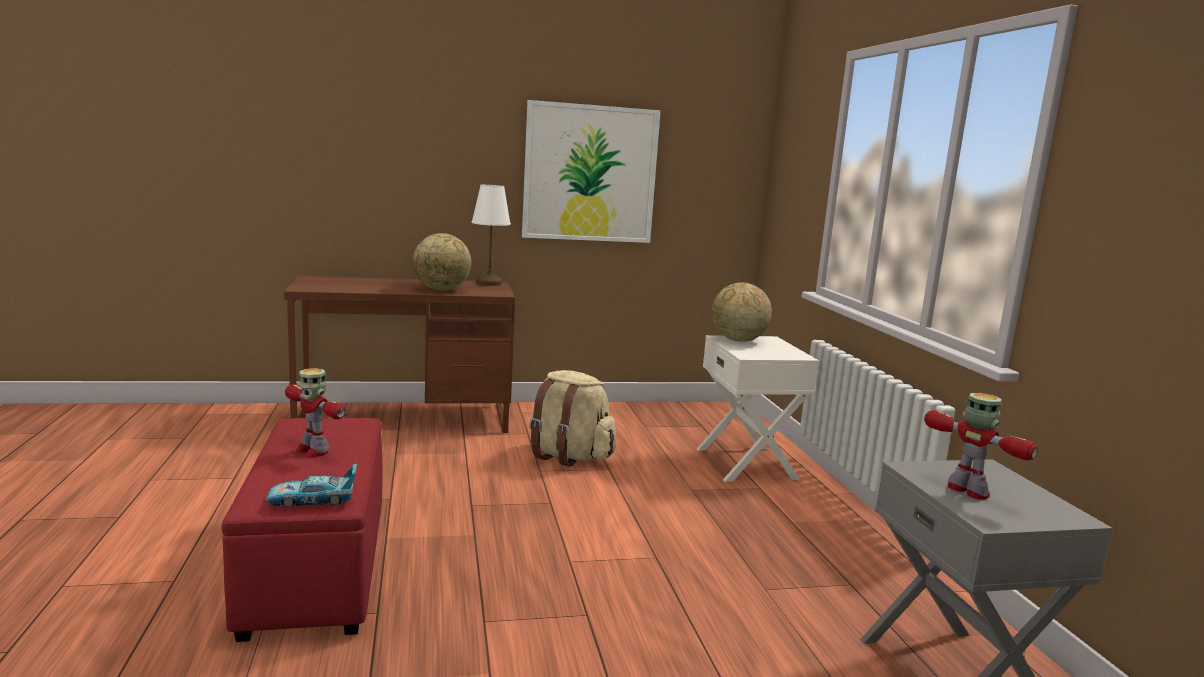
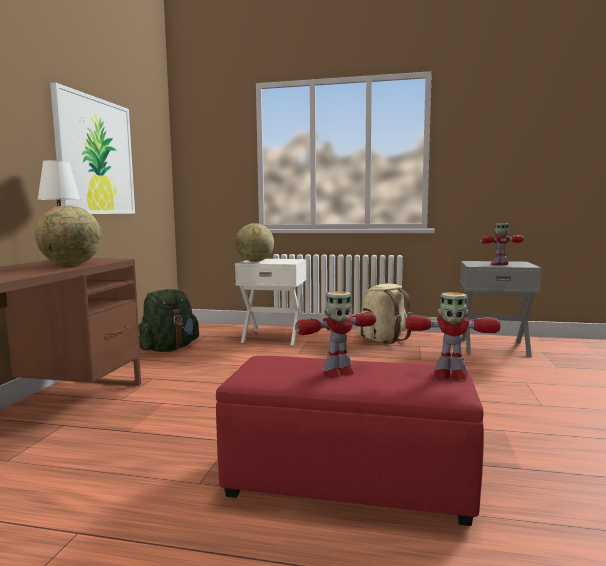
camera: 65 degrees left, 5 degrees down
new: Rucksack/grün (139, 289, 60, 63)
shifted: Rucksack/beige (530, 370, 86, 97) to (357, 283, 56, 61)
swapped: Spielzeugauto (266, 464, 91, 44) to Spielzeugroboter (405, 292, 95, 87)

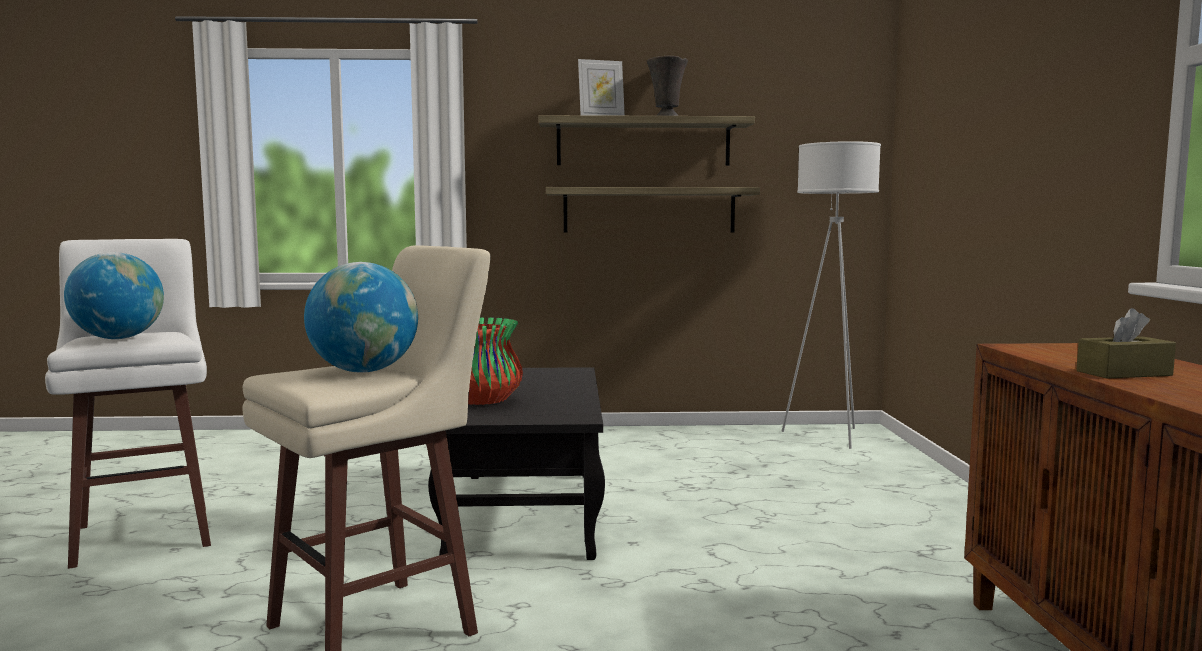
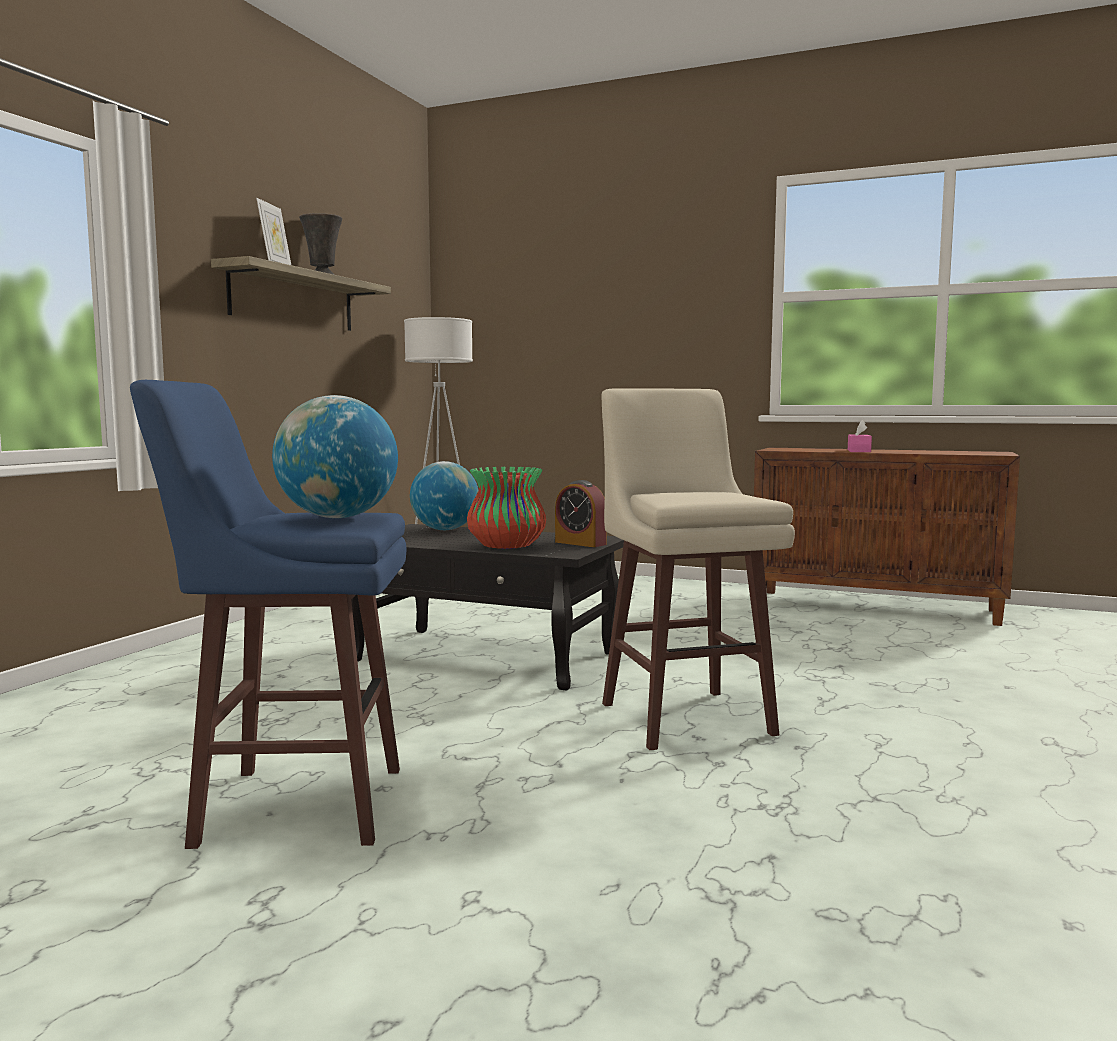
camera: 65 degrees left, 0 degrees up
gone: Wandregal (546, 187, 214, 46)
new: Wecker (555, 480, 52, 67)
shifted: Globus (304, 262, 114, 111) to (410, 461, 68, 69)
repainted: Hocker/weiß (45, 239, 166, 330) to Hocker/blau (130, 380, 276, 469); Taschentuchbox/braun (1076, 308, 100, 71) to Taschentuchbox/rosa (848, 420, 24, 32)

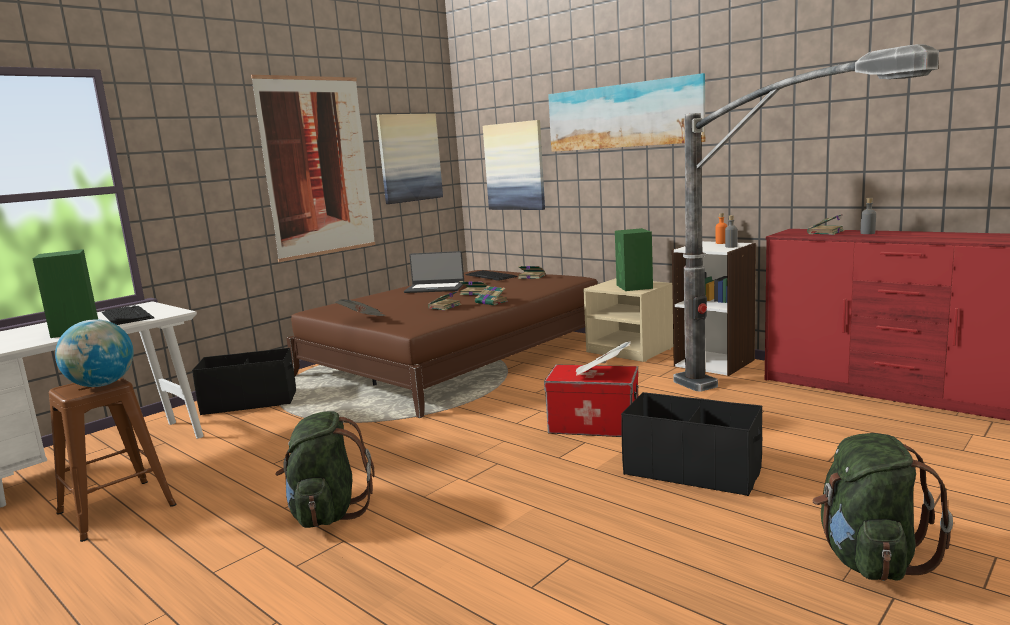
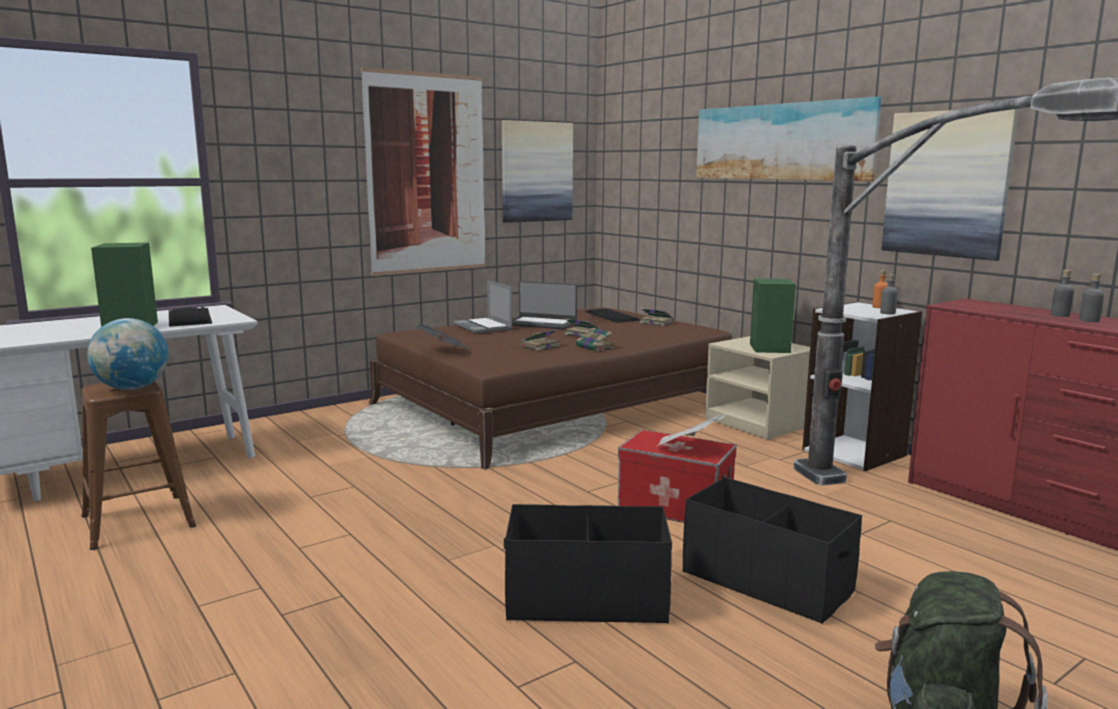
camera: 10 degrees right, 0 degrees up
gone: Buch (807, 214, 37, 21); Rucksack/grün (275, 411, 100, 117)
new: Flasche/grau (1079, 273, 25, 49); Laptop (454, 280, 59, 53)
shifted: Bild (483, 120, 62, 90) to (882, 109, 137, 152); Aufbewahrungsbox/schwarz (192, 348, 104, 67) to (504, 504, 168, 120)

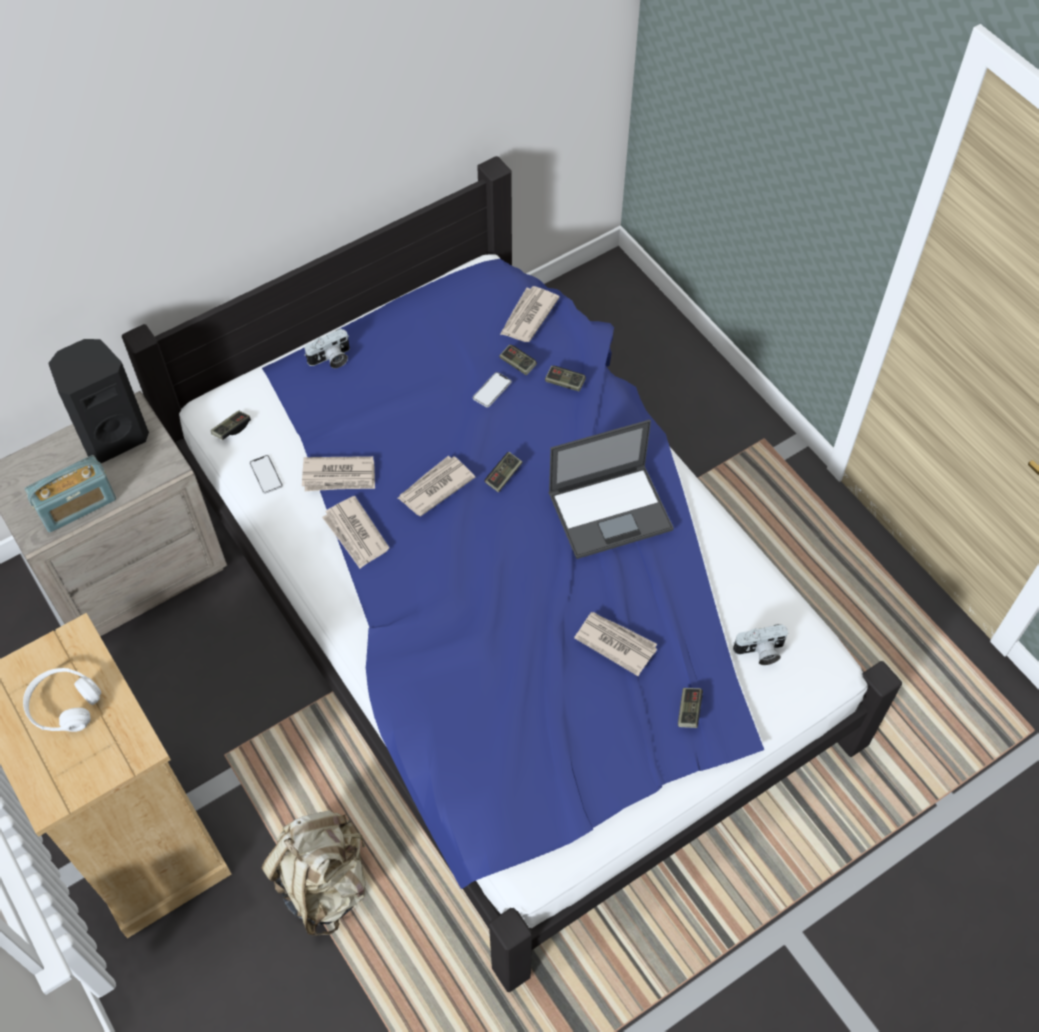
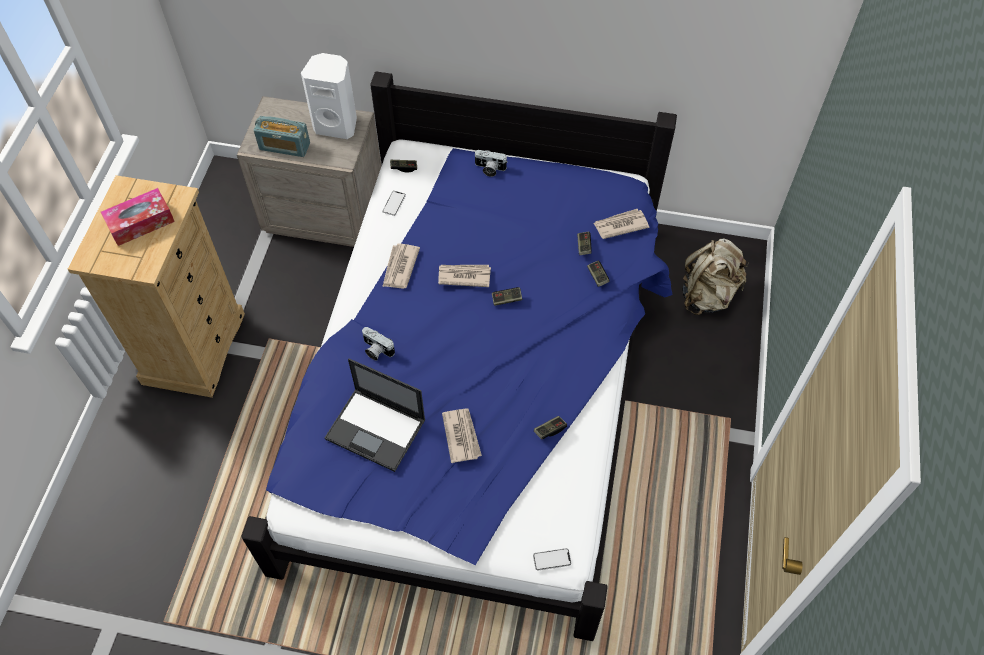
camera: 45 degrees right, 0 degrees up
gone: Zeitung (302, 456, 73, 35)
shifted: Handy (473, 372, 39, 35) to (533, 548, 38, 23); Laptop (548, 420, 126, 139) to (325, 359, 101, 113); Kamera (733, 624, 55, 41) to (362, 327, 33, 34); Gamepad (678, 688, 25, 40) to (534, 416, 33, 23); Rucksack/beige (262, 810, 104, 126) to (682, 239, 67, 76)
swapped: Kopfhörer/weiß (23, 668, 78, 64) to Taschentuchbox (101, 188, 74, 58)
repainted: Lautsprecher/schwarz (48, 339, 101, 124) to Lautsprecher/weiß (301, 53, 56, 86)

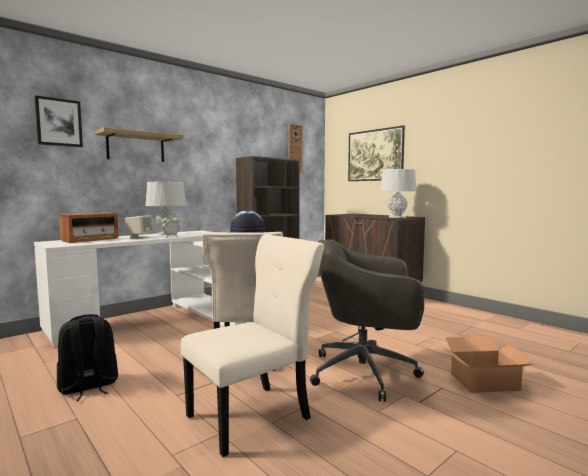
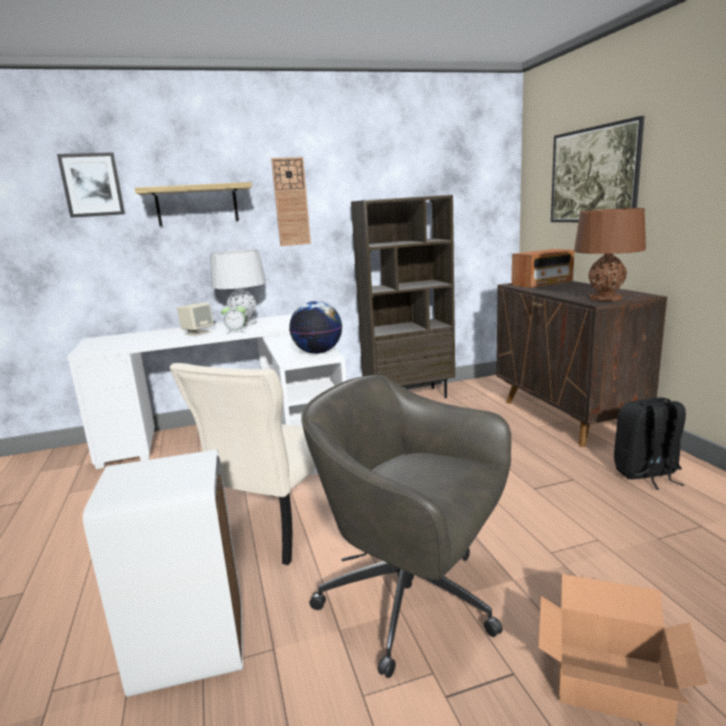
camera: 25 degrees right, 10 degrees up
shifted: Wanduhr (289, 124, 14, 49) to (271, 157, 40, 89); Radio (59, 213, 60, 30) to (511, 249, 63, 39); Rucksack/schwarz (57, 314, 61, 87) to (614, 397, 72, 93)
swapped: Stuhl/beige (181, 234, 143, 223) to Mülleimer/weiß (83, 449, 160, 248)
repainted: Tischlampe/grau (380, 169, 37, 49) to Tischlampe/braun (574, 208, 72, 93)

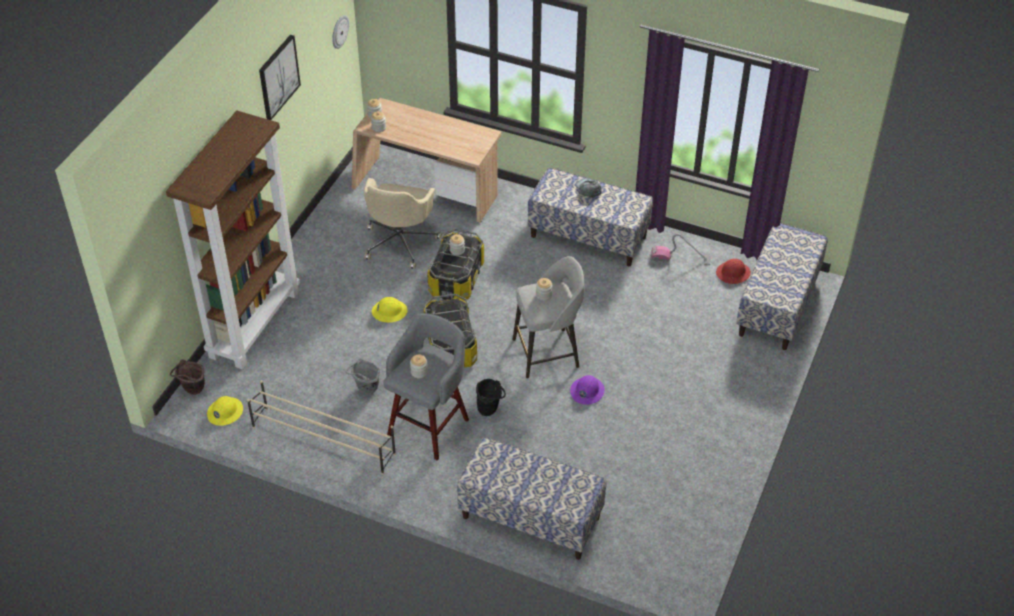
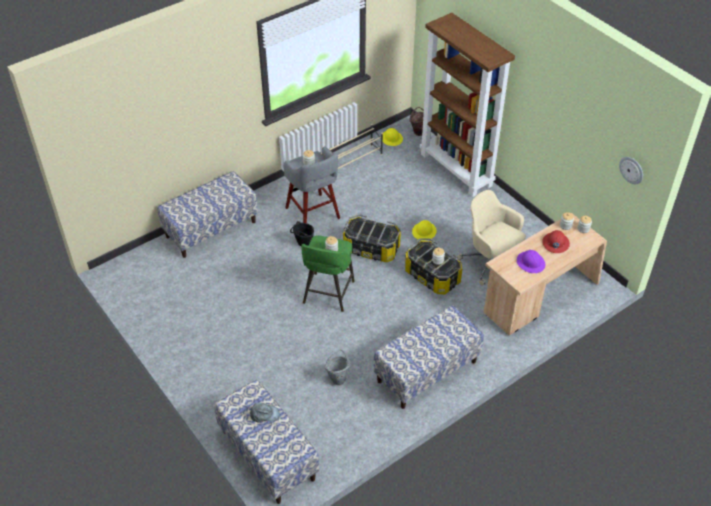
camera: 120 degrees right, 0 degrees up
gone: Bild (259, 35, 42, 85); Staubsauger (651, 234, 59, 31)
shifted: Kappe/grau (575, 178, 27, 20) to (250, 403, 30, 19); Schutzhelm/rot (716, 259, 35, 25) to (542, 230, 28, 23); Eimer/grau (346, 358, 34, 37) to (324, 350, 27, 36); Schutzhelm/lila (570, 375, 35, 30) to (517, 250, 28, 23)
repainted: Hocker/grau (512, 256, 73, 122) to Hocker/grün (302, 236, 53, 76)

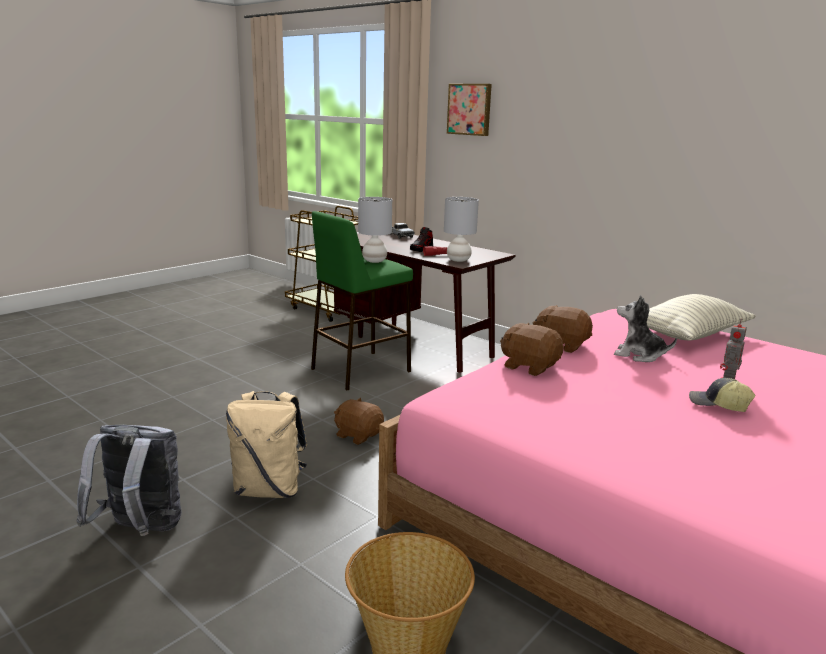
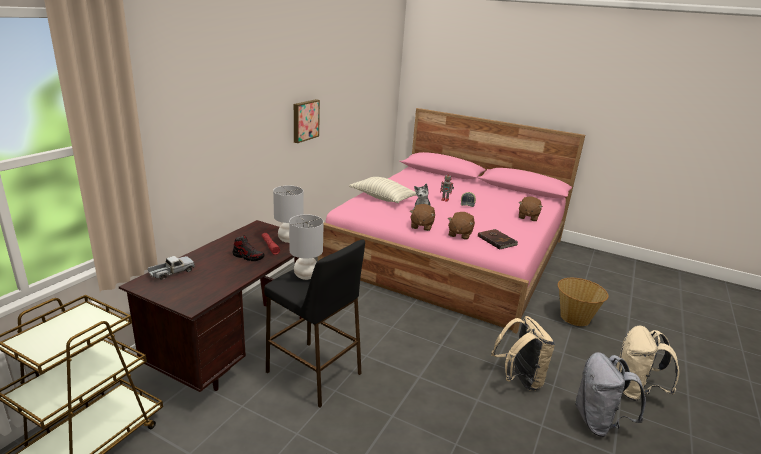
camera: 105 degrees left, 5 degrees up
new: Buch/braun (478, 229, 40, 21); Rucksack/beige (616, 326, 64, 75)
shifted: Bild (447, 84, 45, 52) to (294, 99, 26, 44); Plüschtier/braun (334, 398, 50, 47) to (519, 197, 24, 24)
repainted: Hocker/grün (311, 211, 102, 179) to Hocker/schwarz (264, 240, 101, 168)

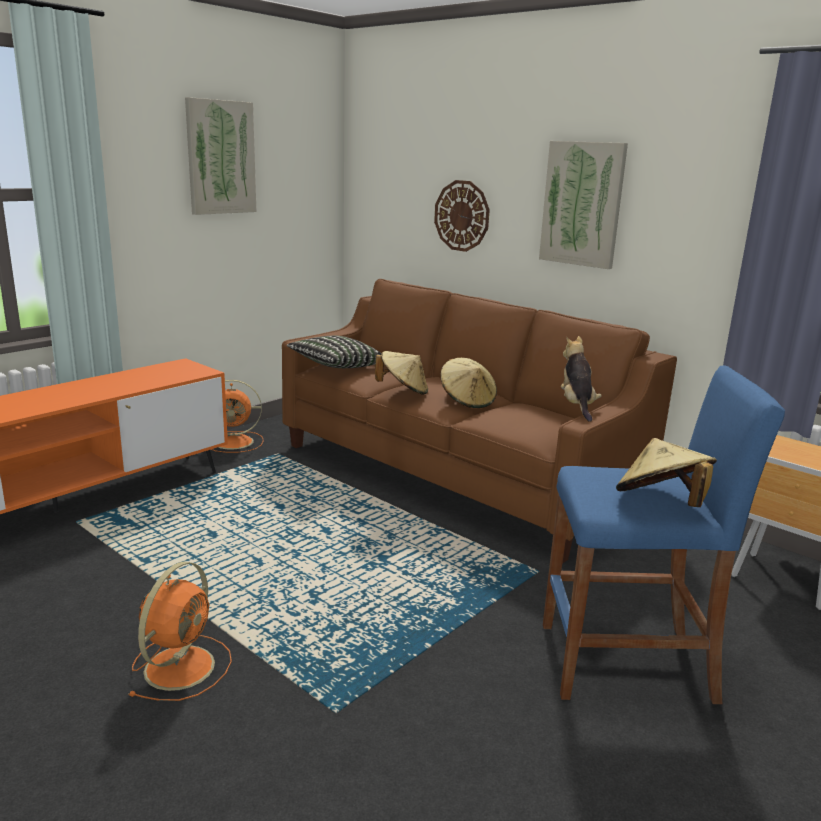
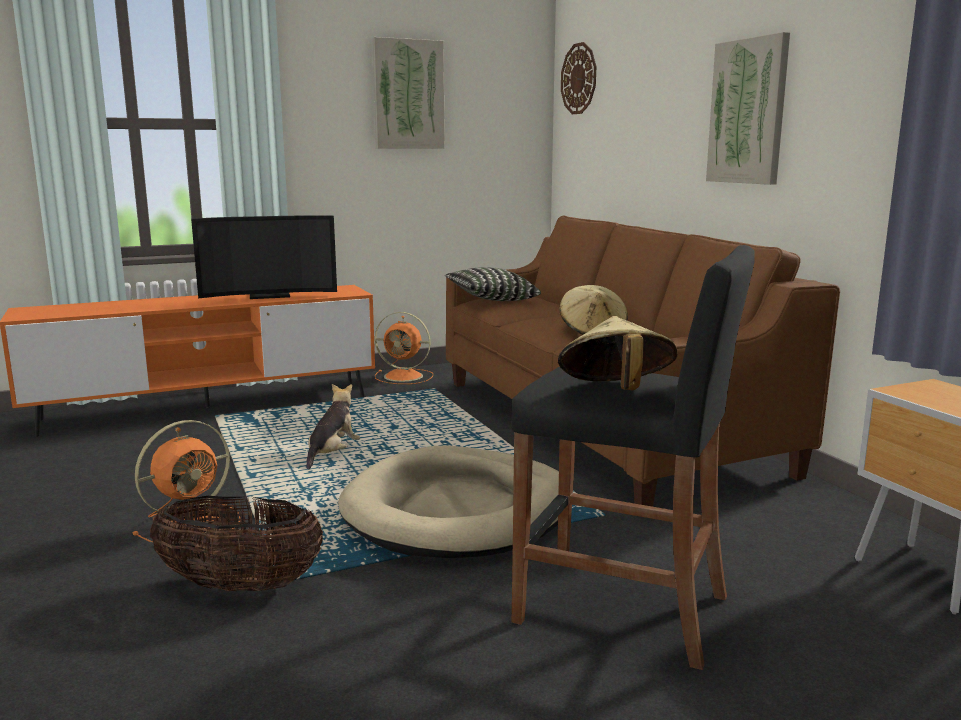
camera: 25 degrees right, 5 degrees down
gone: Hut/beige (375, 351, 53, 44)
new: Fernseher (191, 215, 146, 84); Hundebett/beige (338, 445, 221, 113); Korb (150, 496, 173, 95)
shifted: Wanduhr (434, 180, 56, 72) to (561, 42, 35, 72); Plüschtier (561, 336, 41, 86) to (306, 384, 54, 85)
repainted: Hocker/blau (543, 365, 242, 339) to Hocker/schwarz (511, 245, 244, 425)

